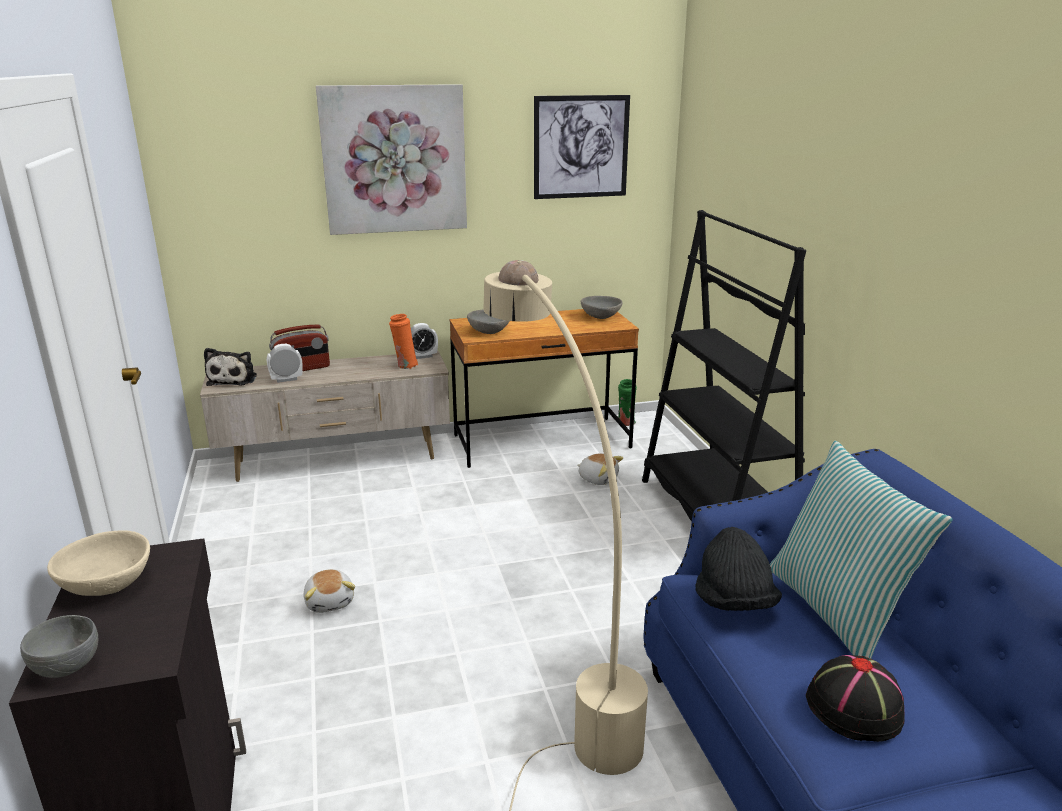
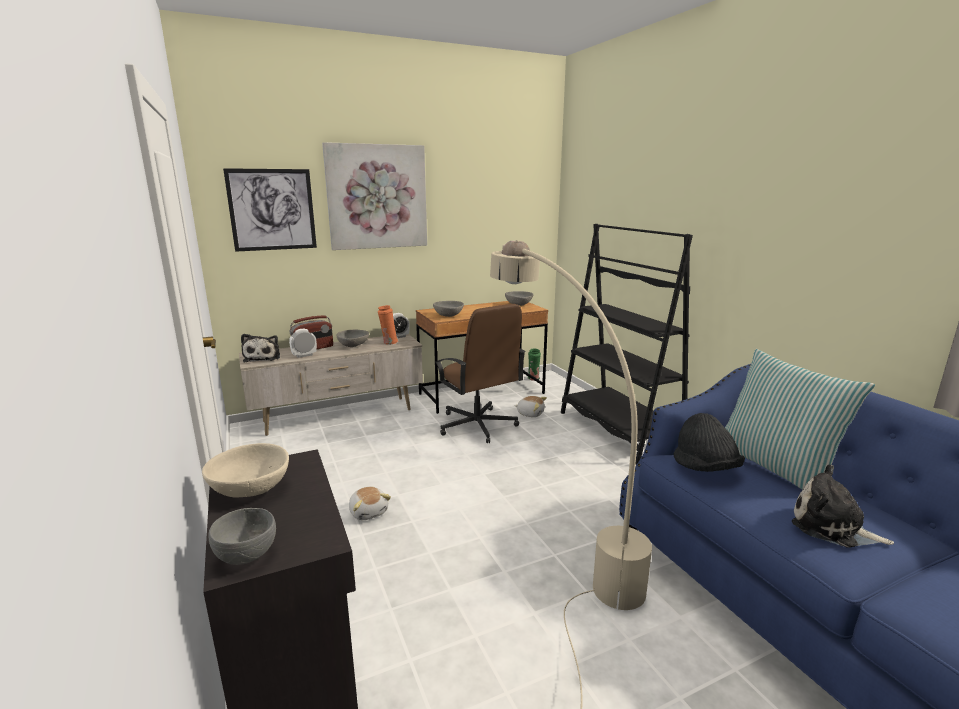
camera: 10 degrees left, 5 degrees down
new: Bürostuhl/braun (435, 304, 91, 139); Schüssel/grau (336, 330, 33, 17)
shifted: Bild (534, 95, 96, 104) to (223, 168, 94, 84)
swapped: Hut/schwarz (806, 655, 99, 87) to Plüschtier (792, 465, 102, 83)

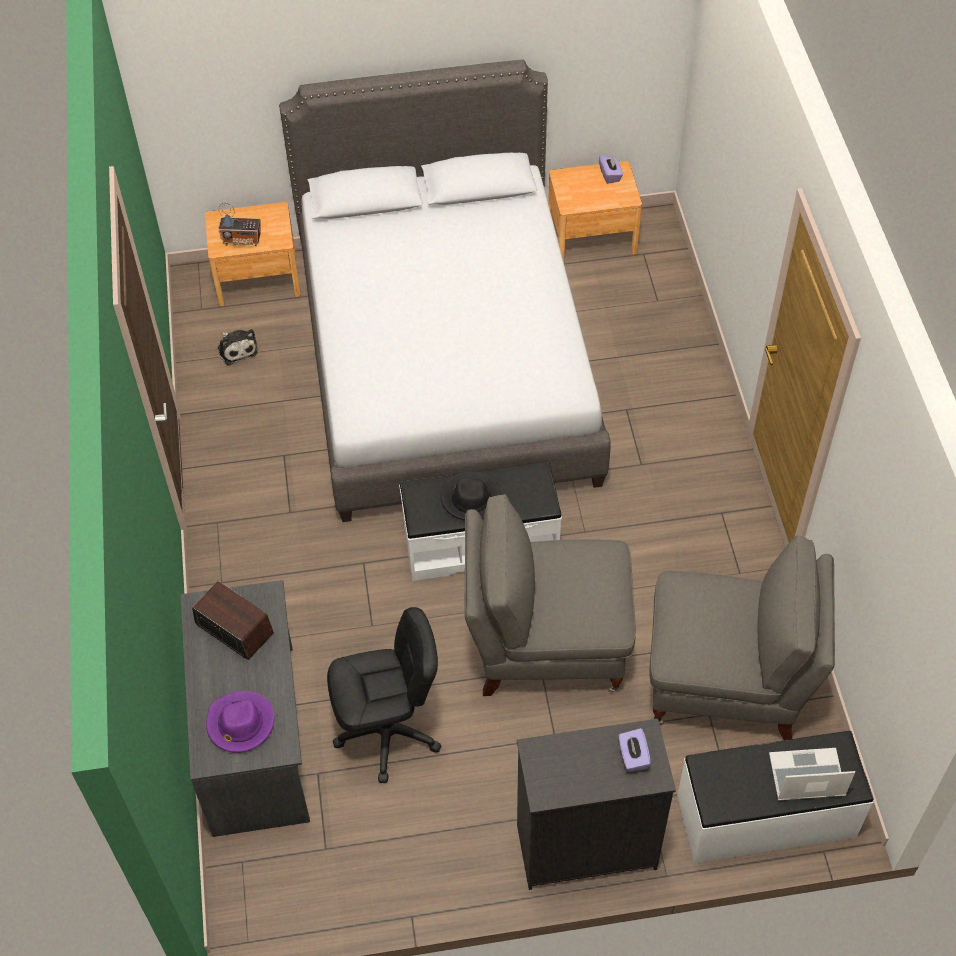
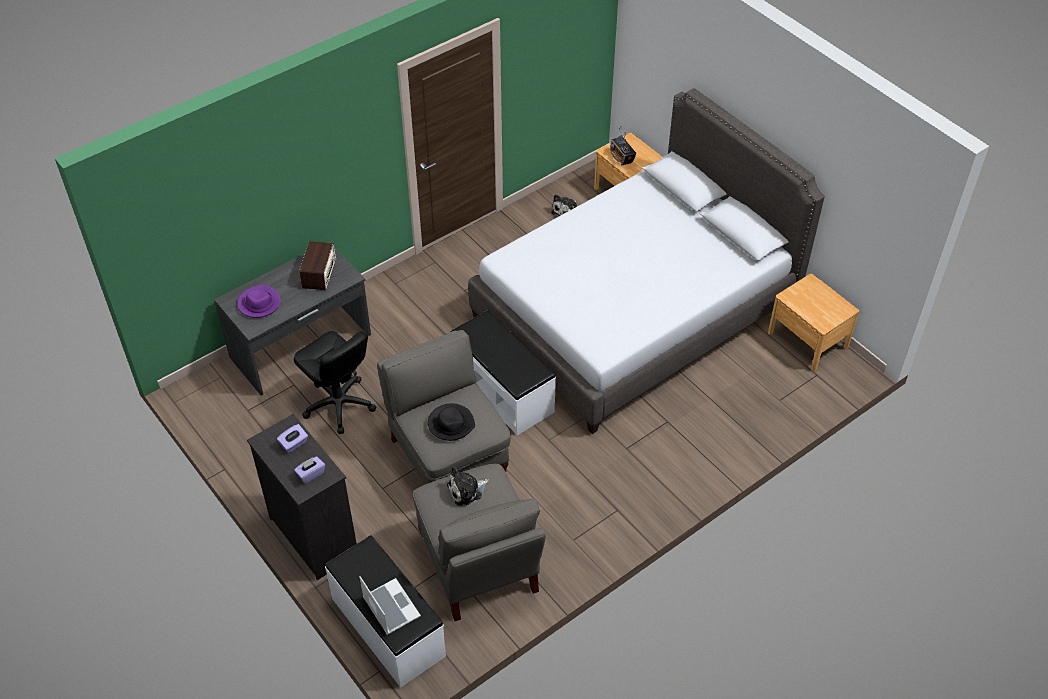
camera: 60 degrees right, 5 degrees down
new: Plüschtier (447, 466, 42, 40)
shifted: Taschentuchbox/lila (599, 156, 24, 28) to (277, 424, 31, 29); Hut/schwarz (441, 471, 59, 49) to (428, 403, 47, 38)

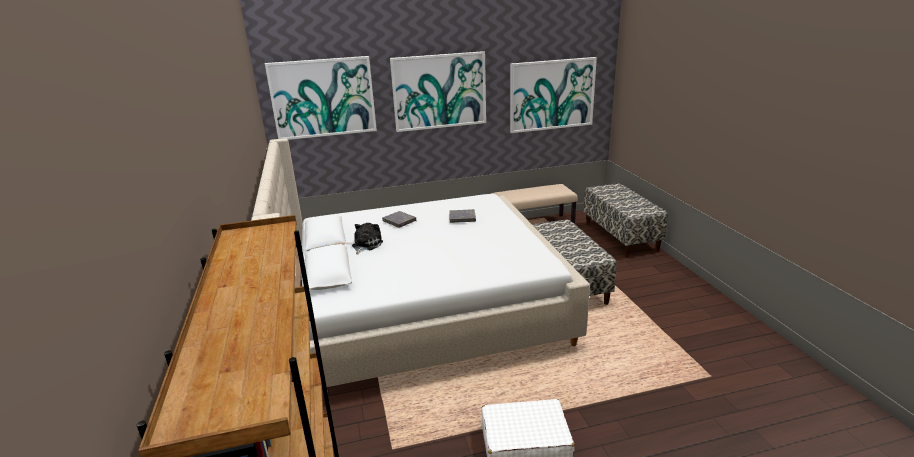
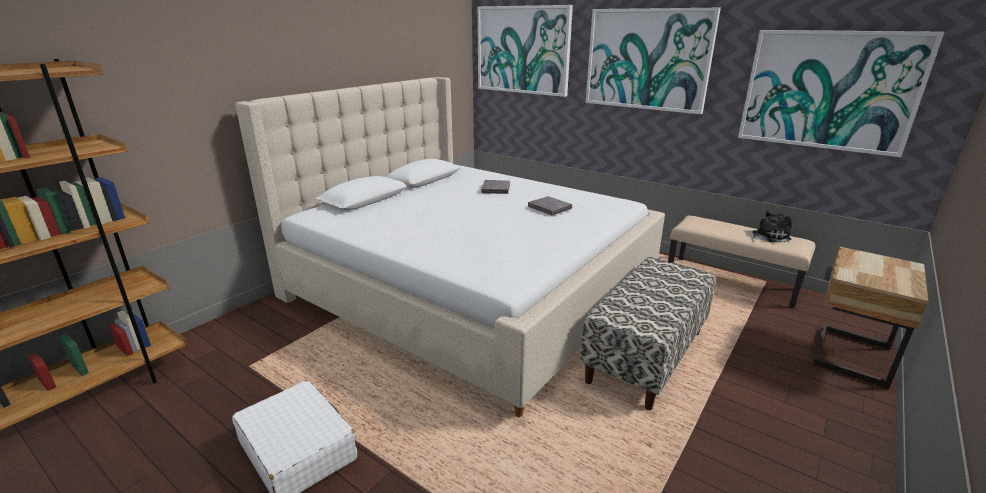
camera: 50 degrees right, 0 degrees up
shifted: Plüschtier (352, 223, 31, 31) to (751, 211, 41, 31)
swapped: Bank (584, 183, 84, 74) to Nachttisch/beige (813, 247, 115, 142)

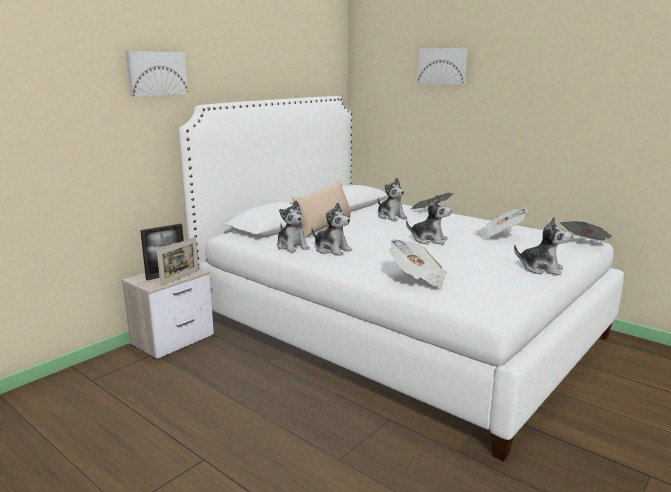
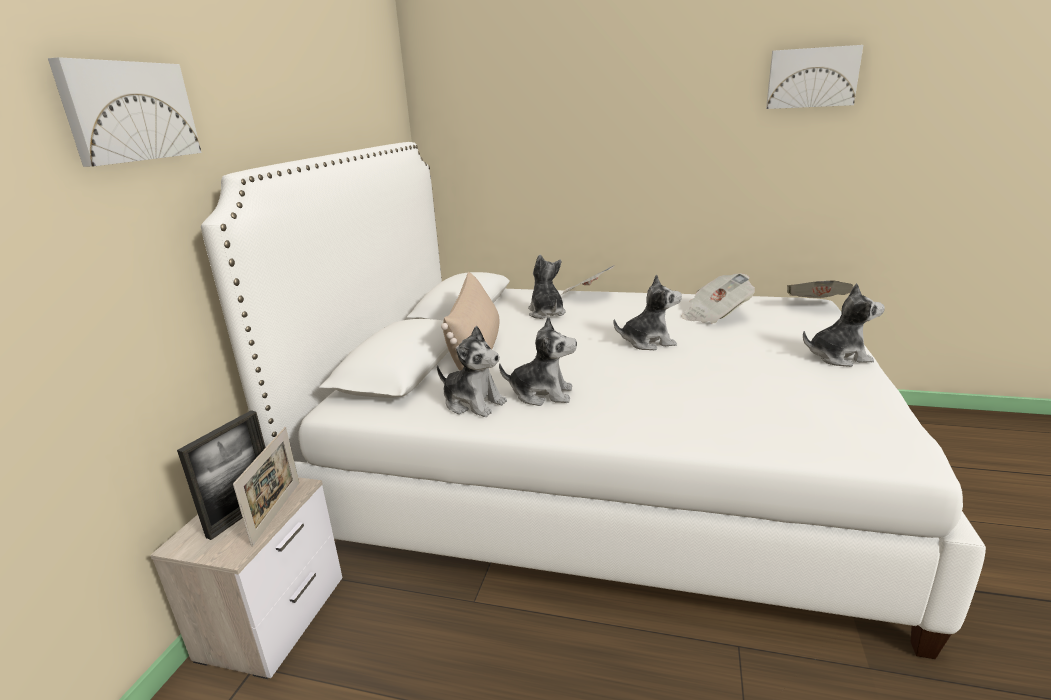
camera: 25 degrees left, 5 degrees up
gone: Zeitung (389, 239, 58, 49)
shifted: Bild (418, 48, 50, 37) to (766, 45, 97, 64)
rotated: Plüschtier (378, 178, 29, 43) = (528, 254, 37, 65) 135 degrees counterclockwise

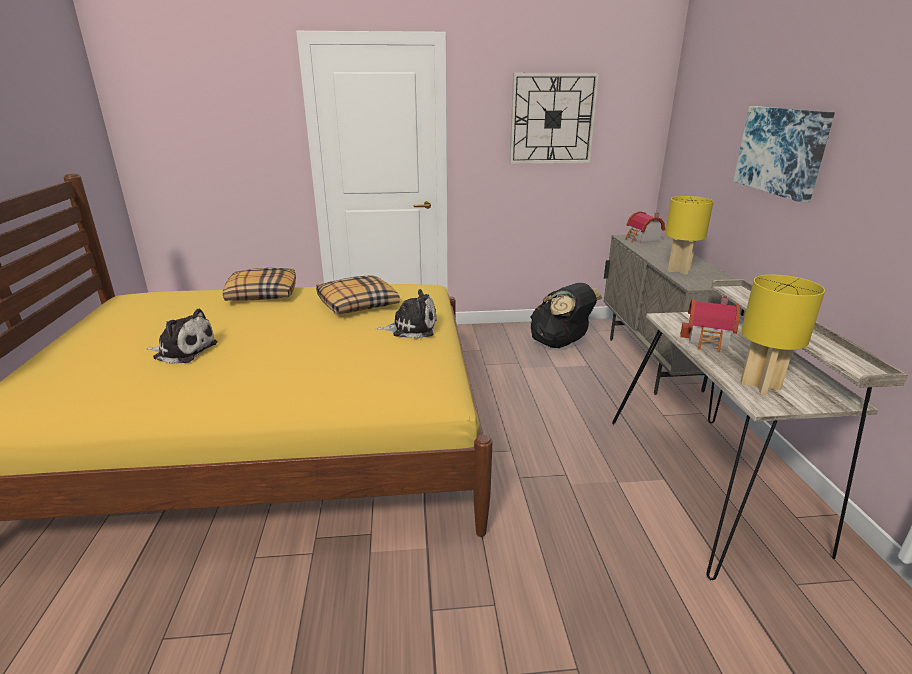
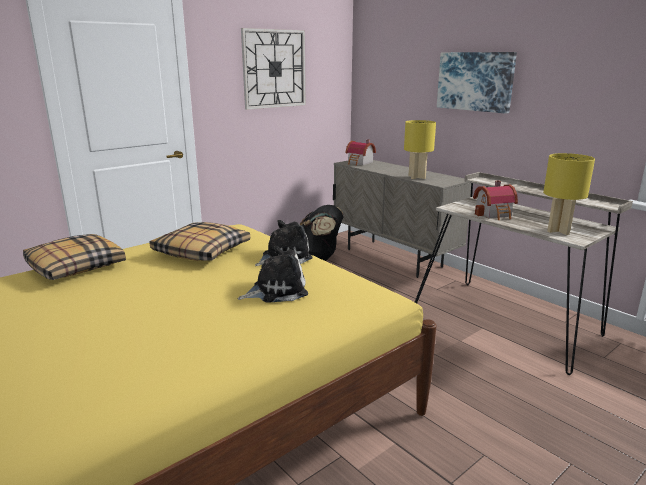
camera: 35 degrees left, 5 degrees down
shifted: Plüschtier (147, 309, 71, 55) to (238, 246, 70, 57)

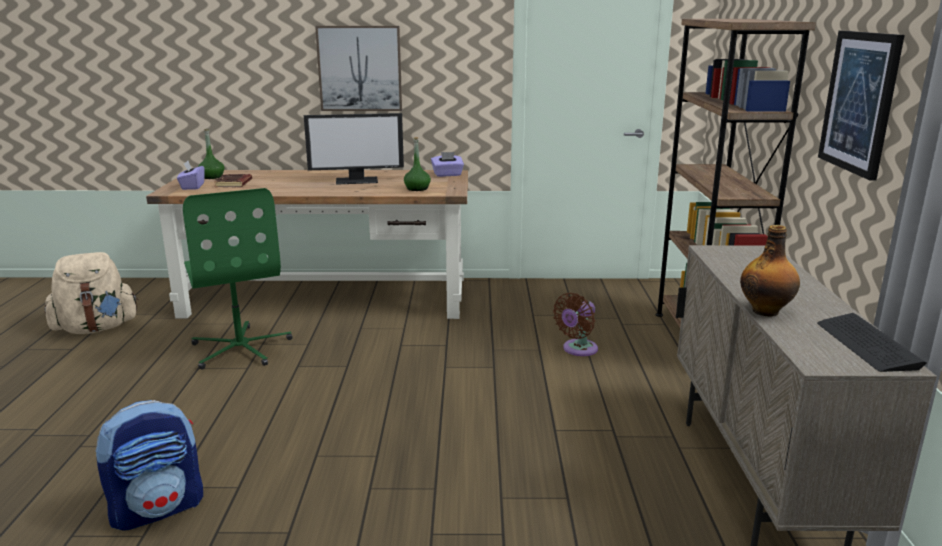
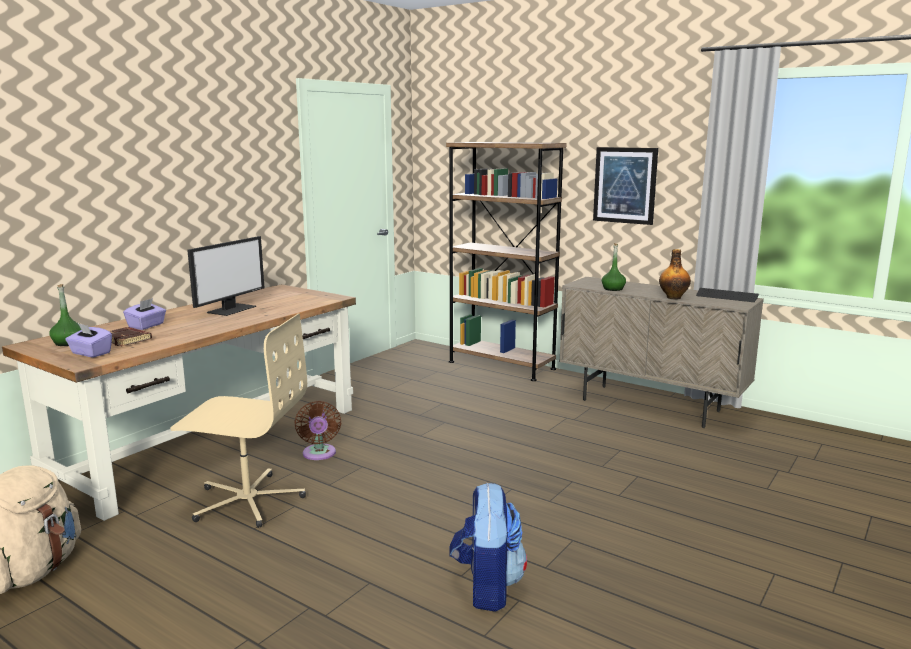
camera: 55 degrees left, 5 degrees down
gone: Bild (315, 26, 87, 85)
shifted: Flasche/grün (404, 137, 27, 54) to (602, 243, 24, 48); Taschentuchbox/lila (431, 152, 33, 25) to (123, 298, 43, 32); Ventilator/braun (553, 293, 45, 63) to (294, 401, 47, 59)
repainted: Bürostuhl/grün (183, 188, 110, 181) to Bürostuhl/beige (170, 313, 137, 215)

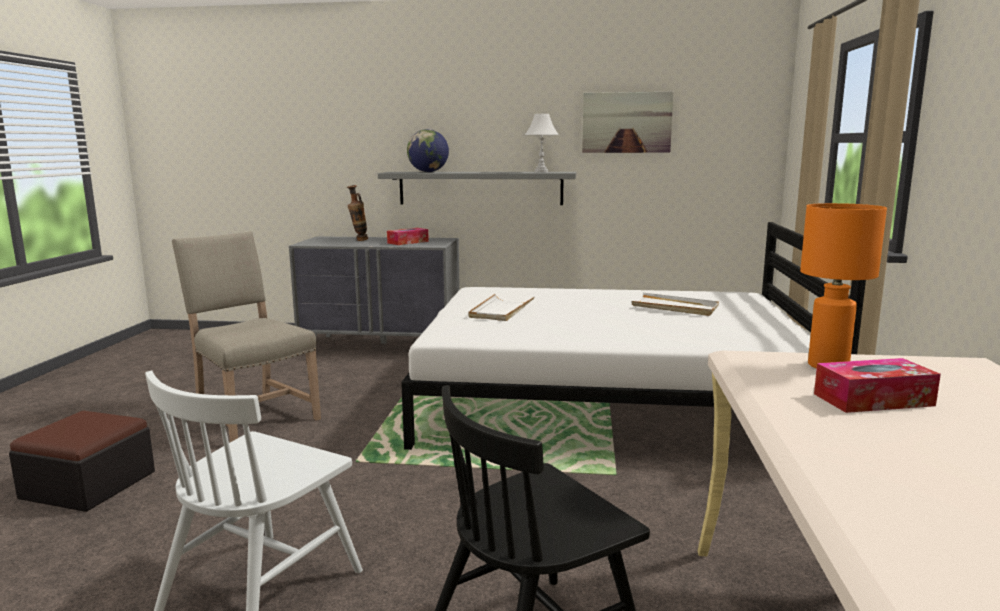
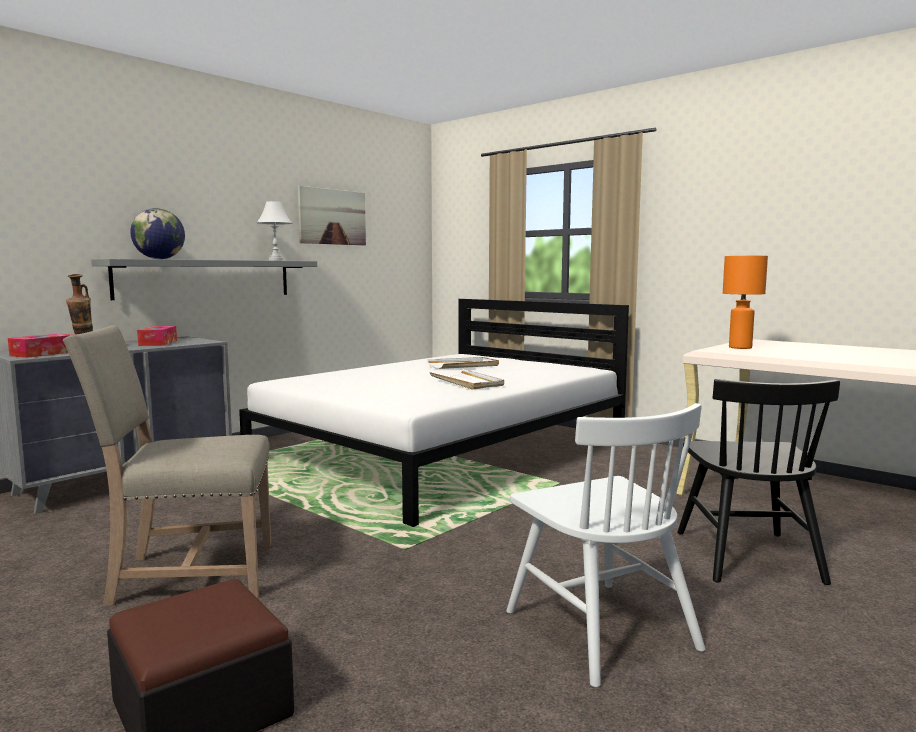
camera: 55 degrees left, 5 degrees down
shifted: Tablett/weiß (469, 294, 65, 27) to (429, 369, 75, 21); Taschentuchbox (814, 358, 127, 55) to (8, 334, 64, 24)

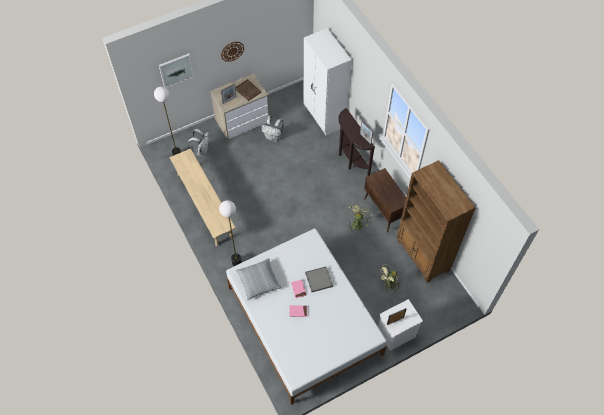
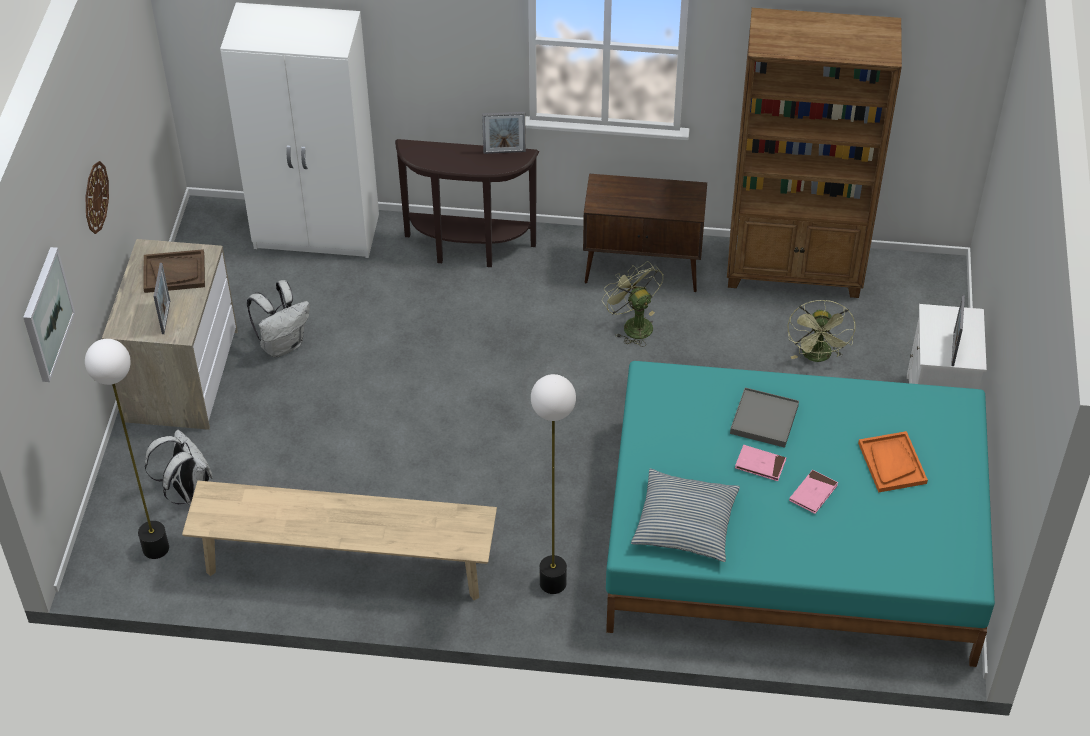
camera: 55 degrees left, 10 degrees down
new: Tablett/orange (858, 431, 70, 61)
repainted: Bett/weiß (226, 228, 161, 177) to Bett/türkis (606, 361, 389, 306)

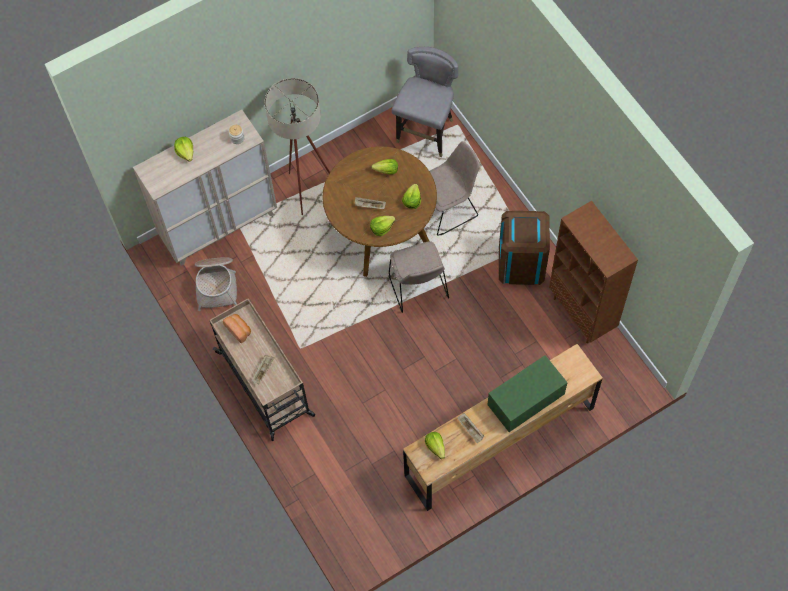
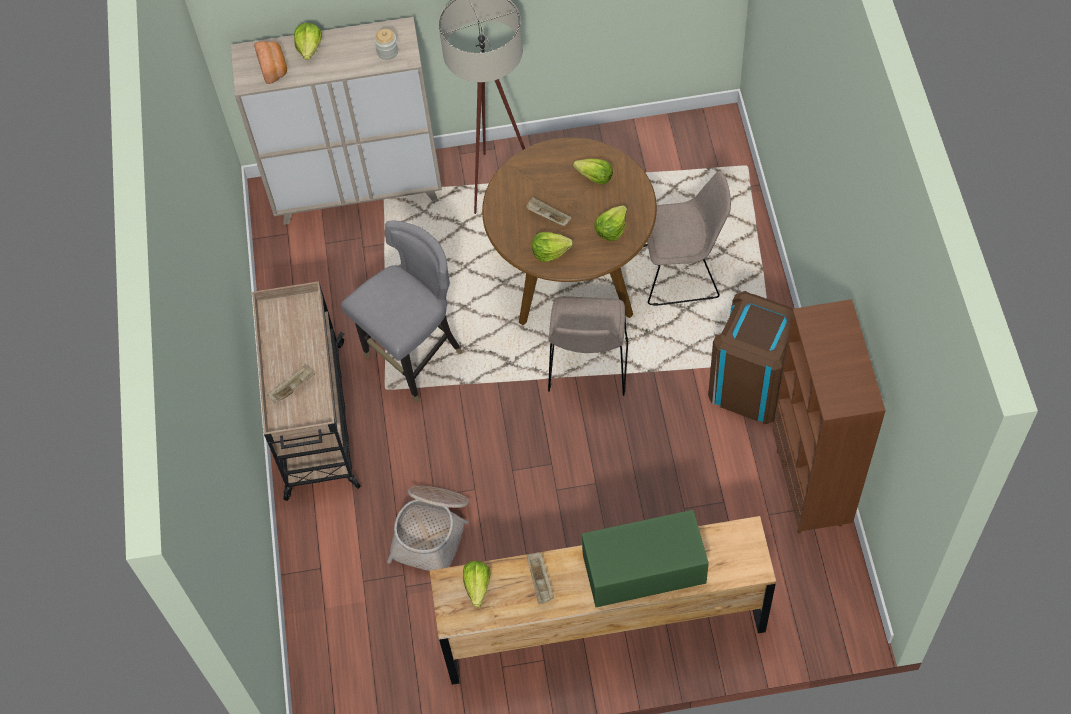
camera: 25 degrees right, 5 degrees down
shifted: Stuhl/grau (392, 47, 66, 110) to (341, 221, 122, 182); Korb (195, 257, 42, 54) to (387, 486, 82, 85); Brot (223, 314, 28, 29) to (254, 41, 33, 43)

